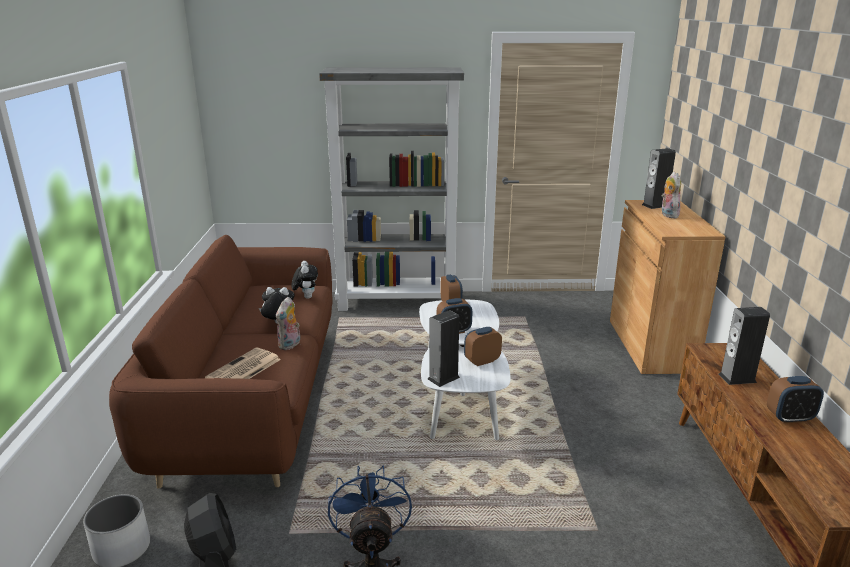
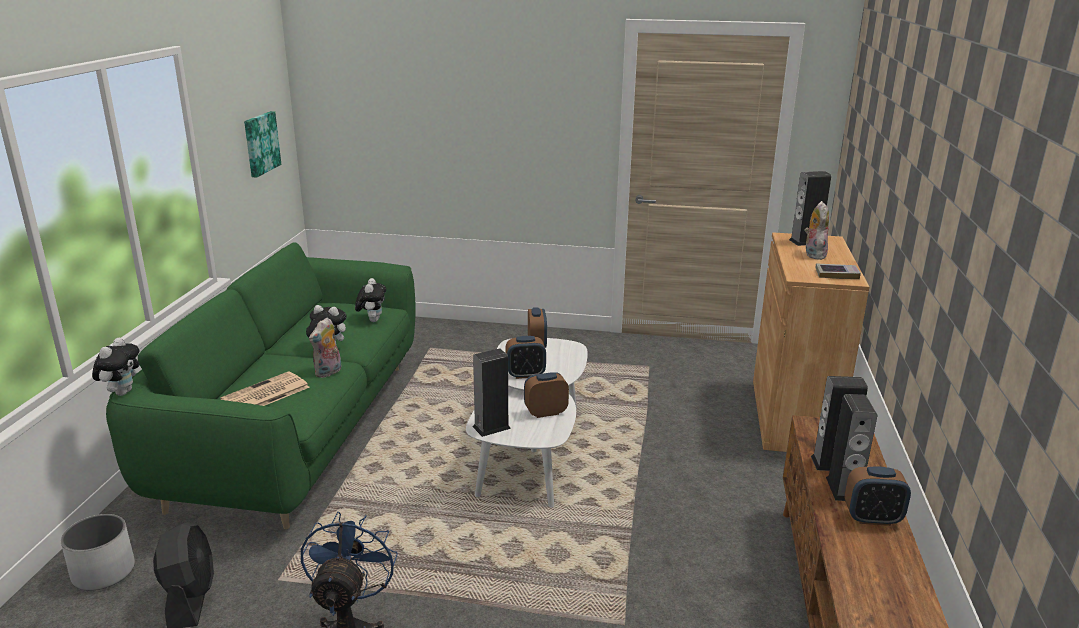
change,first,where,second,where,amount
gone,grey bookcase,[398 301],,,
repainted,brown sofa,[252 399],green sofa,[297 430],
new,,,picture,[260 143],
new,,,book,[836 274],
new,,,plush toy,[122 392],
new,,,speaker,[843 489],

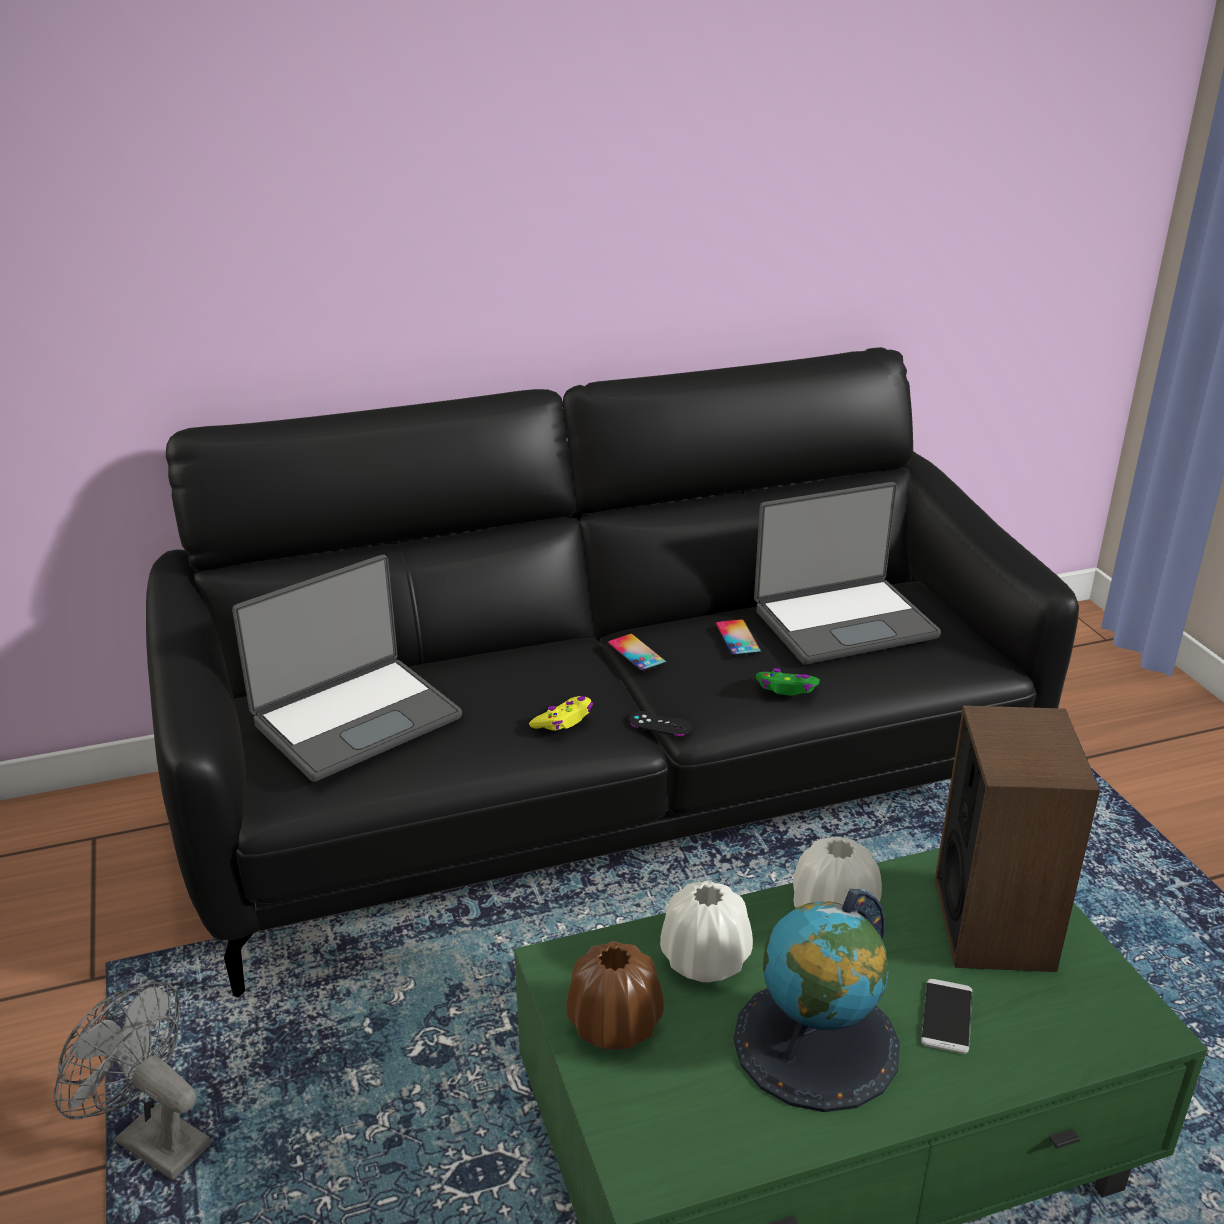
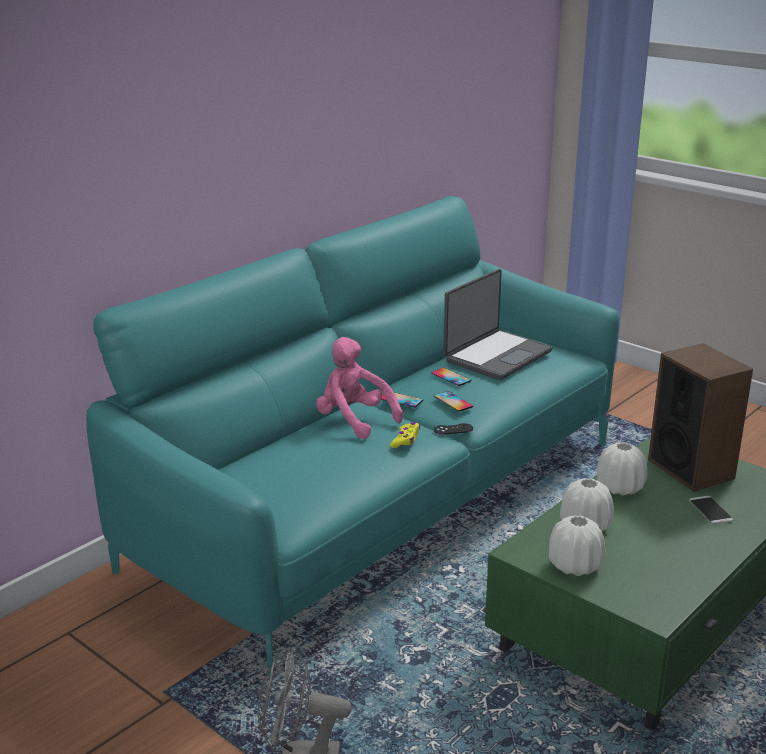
change,first,where,second,where,amount
repainted,black sofa,[613 793],turquoise sofa,[383 502],
gone,laptop,[355 719],,,
gone,green game controller,[787 688],,,
gone,globe,[816 1043],,,
repainted,brown vase,[614 1025],white vase,[574 566],
new,,,pink plush toy,[354 420],
new,,,phone,[453 401],

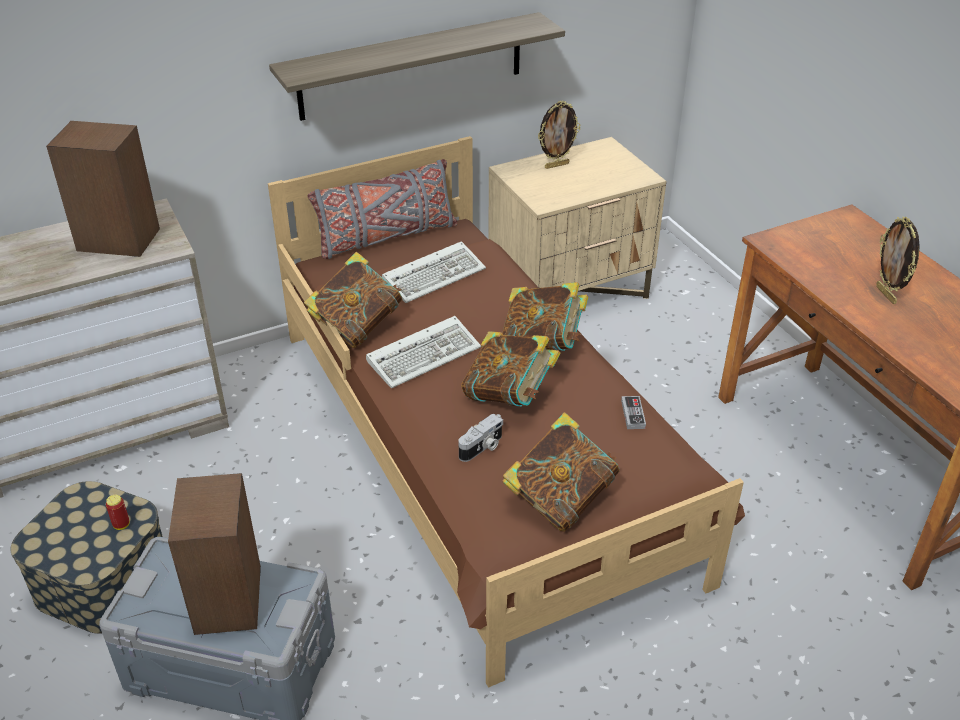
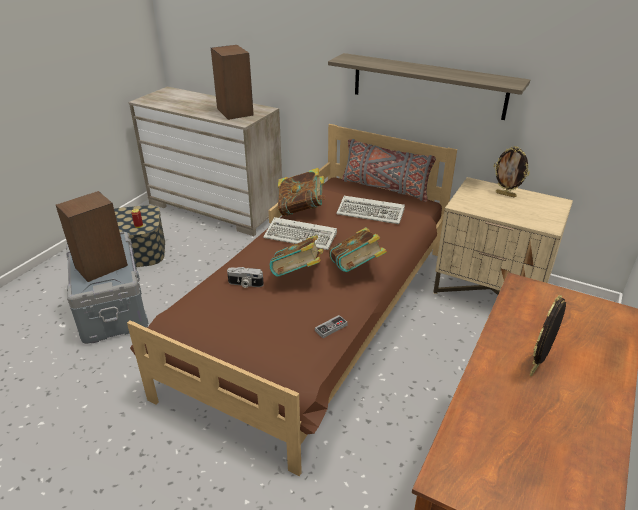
change,first,where,second,where,amount
gone,book,[559 499],,,

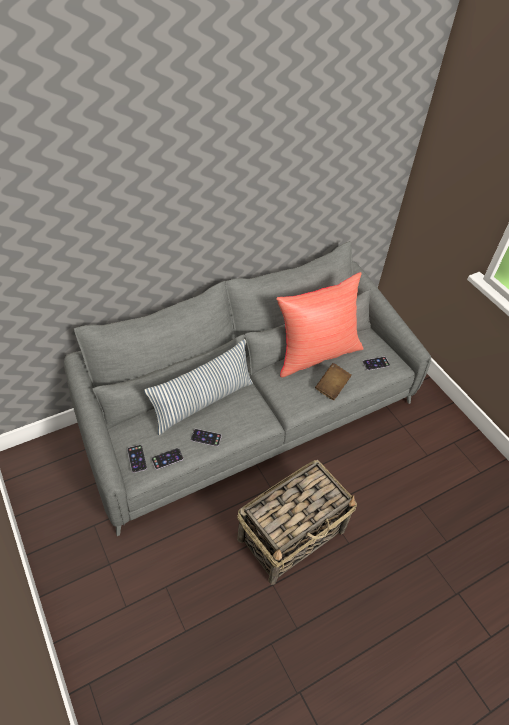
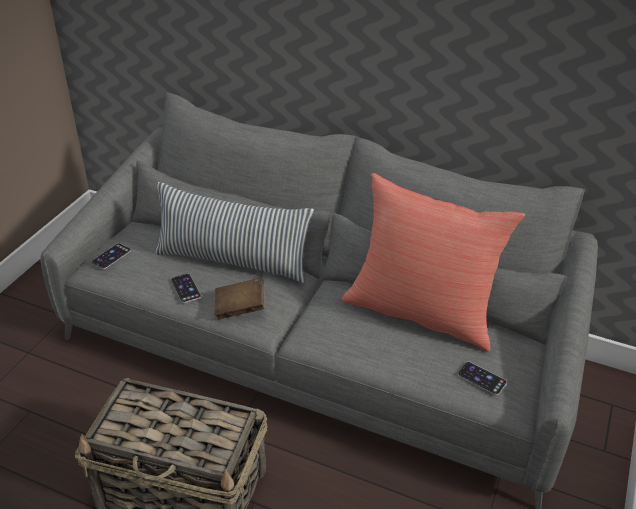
change,first,where,second,where,amount
shifted,brown book,[332 387],,[240 308],
gone,phone,[167 459],,,

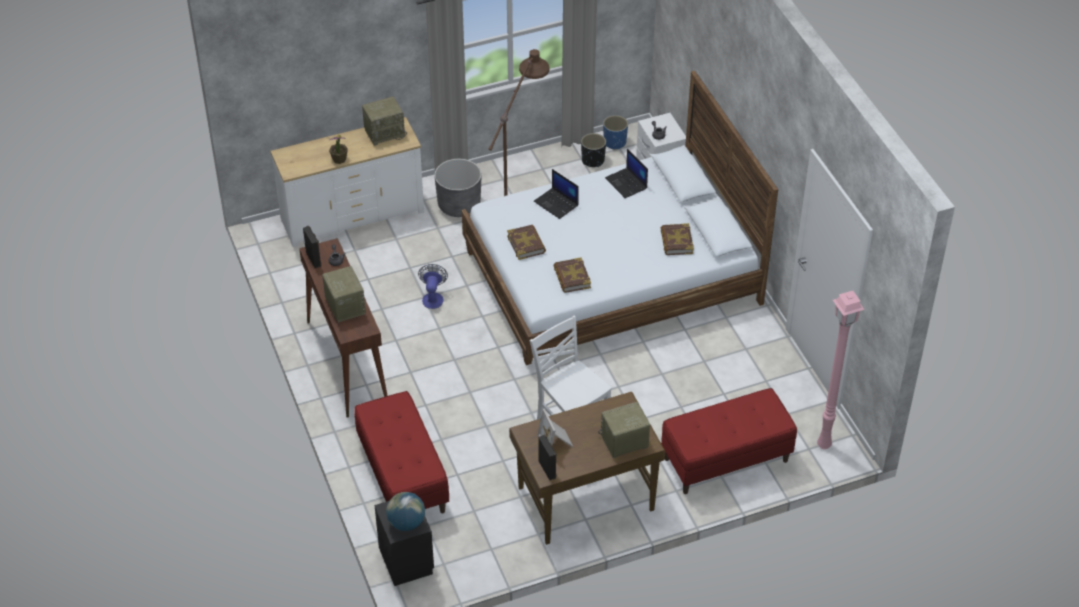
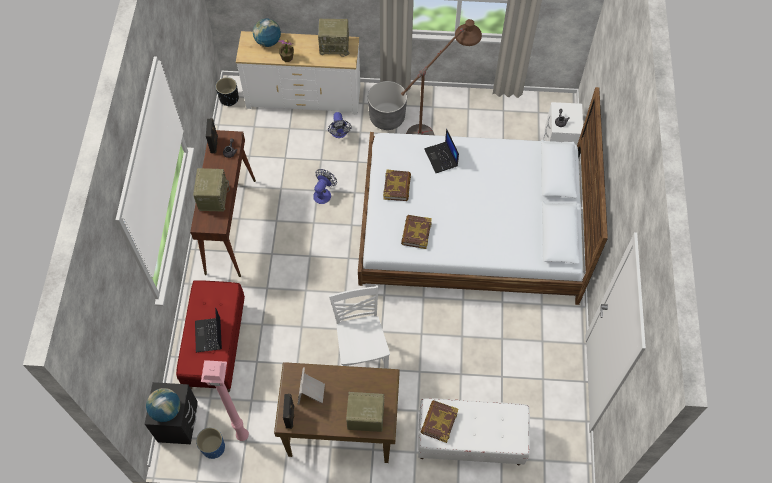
change,first,where,second,where,amount
shifted,blue planter,[614 142],,[213 447],
shifted,black planter,[593 160],,[229 99],
shifted,laptop,[627 183],,[209 335],
shifted,book,[676 242],,[439 422],
shifted,pink floor lamp,[823 445],,[241 436],
repainted,red bench,[726 460],white bench,[470 441],
new,,,globe,[268 42],
new,,,fan,[339 133],

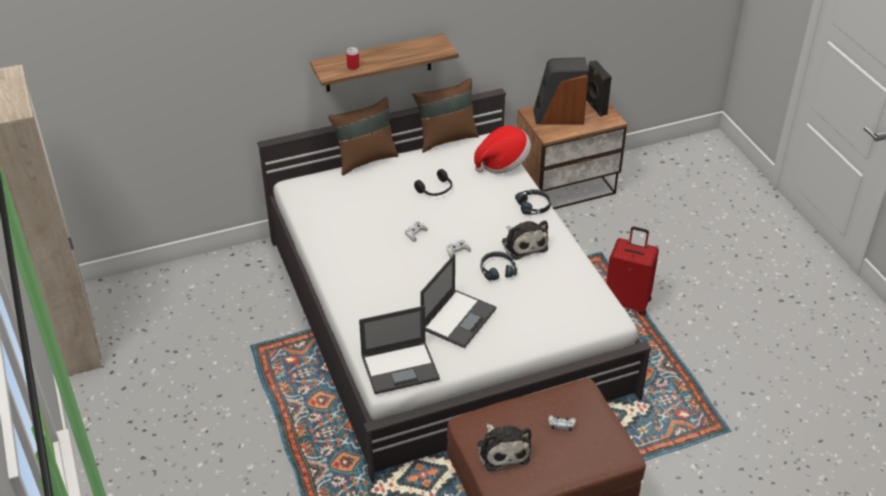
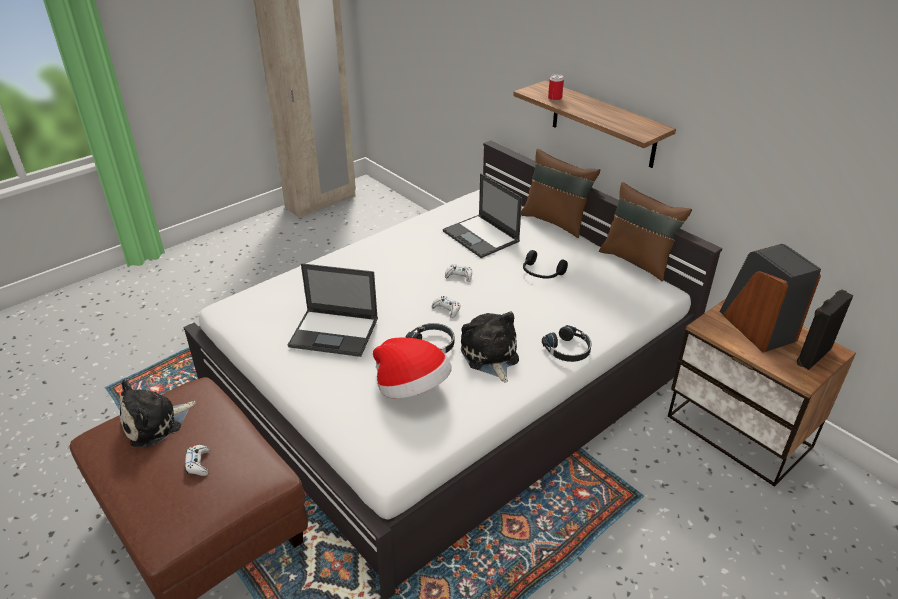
change,first,where,second,where,amount
shifted,hat,[502 163],,[412 389],
rotated,plush toy,[523 244],,[490 356],120 degrees clockwise
gone,red suitcase,[628 302],,,
shifted,laptop,[401 367],,[481 236],

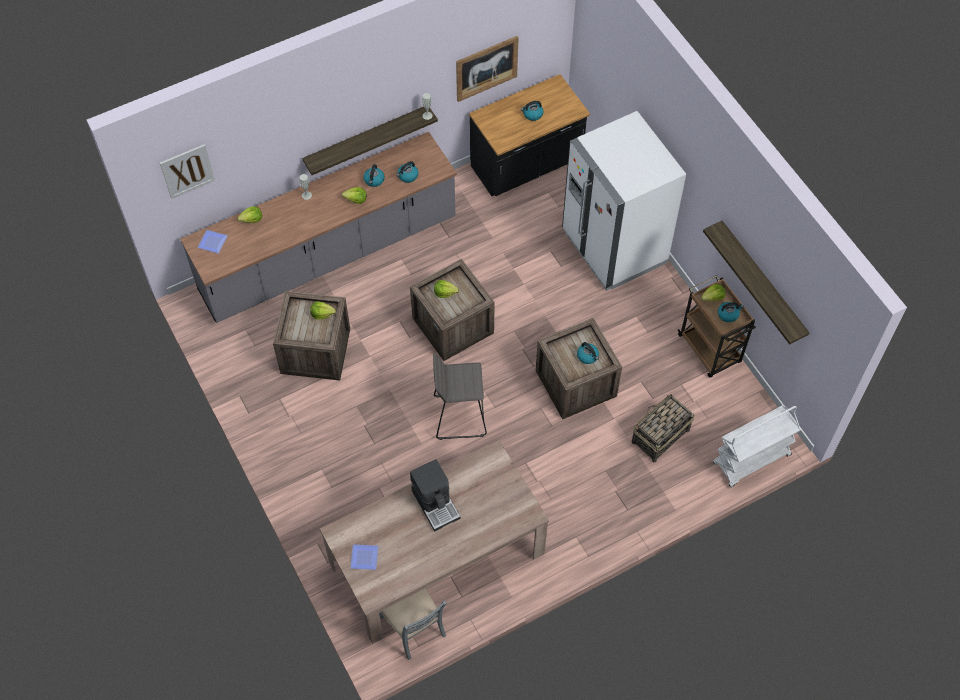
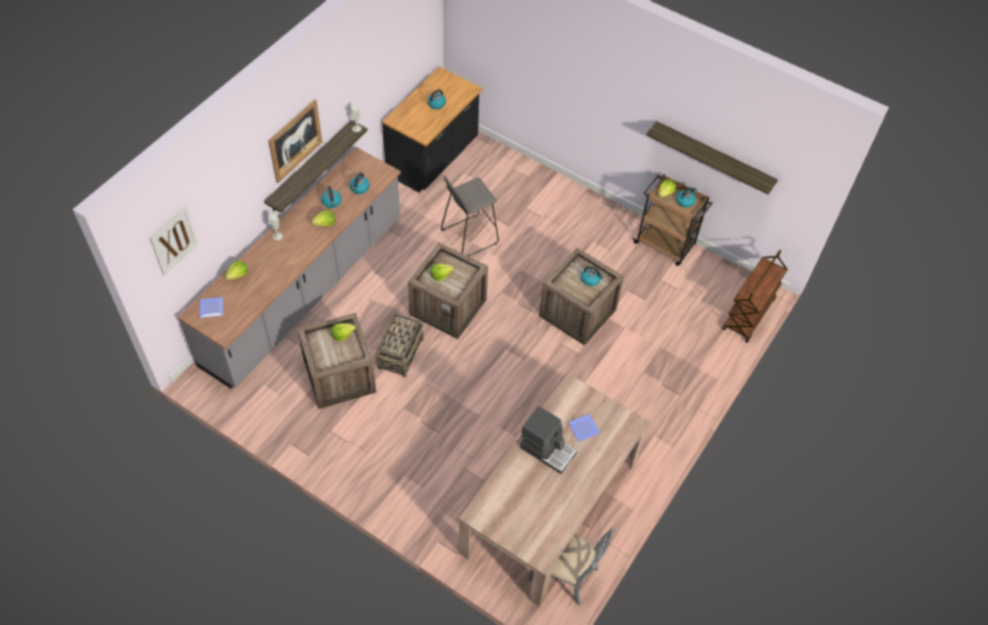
change,first,where,second,where,amount
shifted,picture,[486 68],,[295 140],
gone,white fridge,[614 247],,,
shifted,grey stool,[459 415],,[469 236],
shifted,basket,[659 436],,[400 354],
repainted,white cart,[751 460],brown cart,[748 315],
shifted,plate,[363 558],,[583 429],

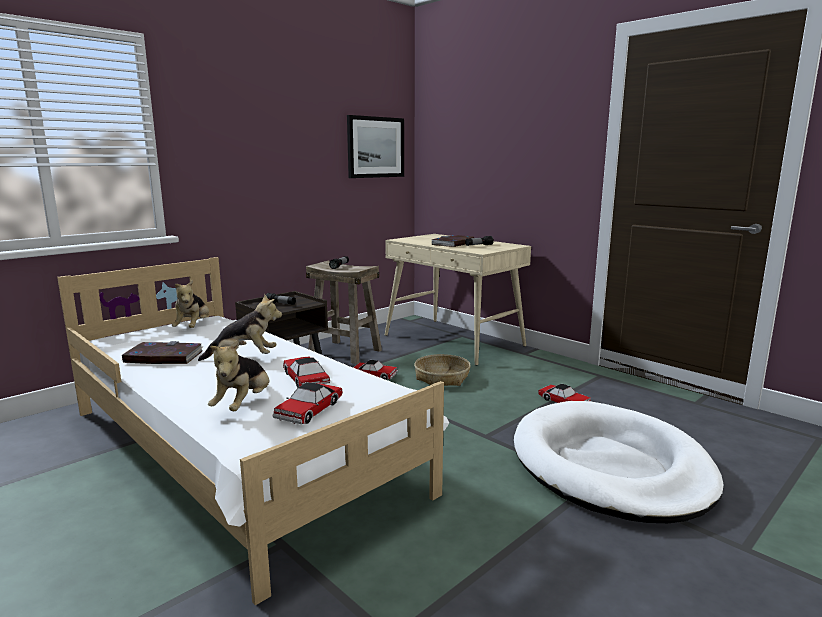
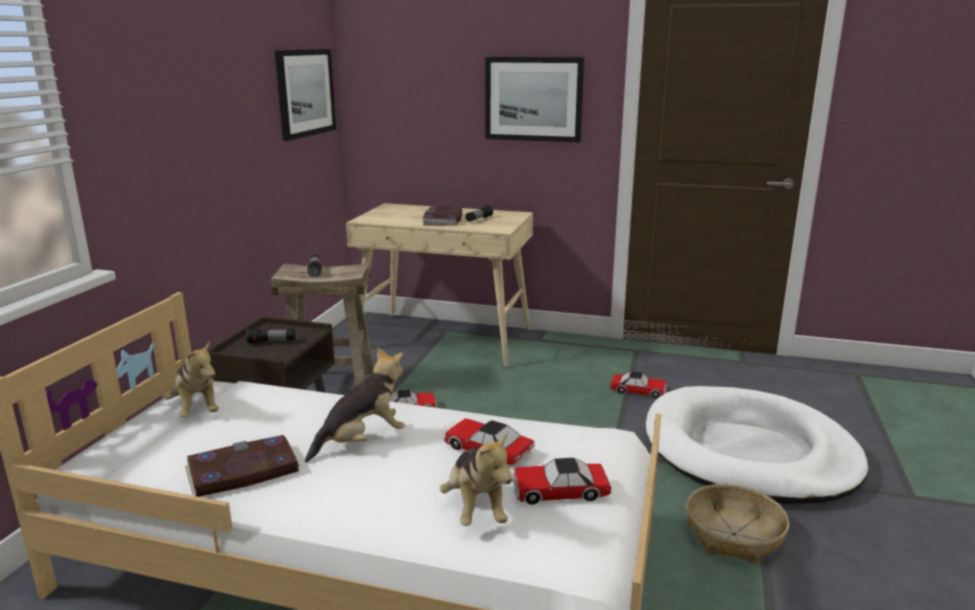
change,first,where,second,where,amount
shifted,basket,[442 378],,[734 534],
rotated,toy car,[309 410],,[559 491],90 degrees clockwise
new,,,picture,[533 99],

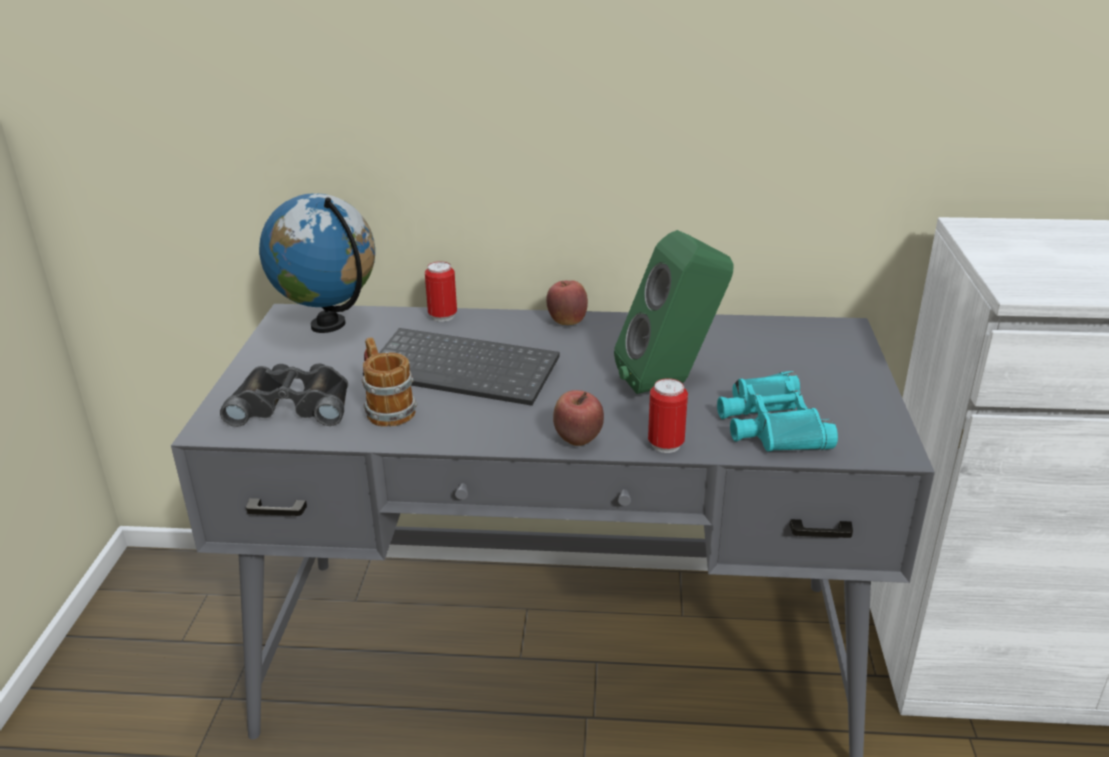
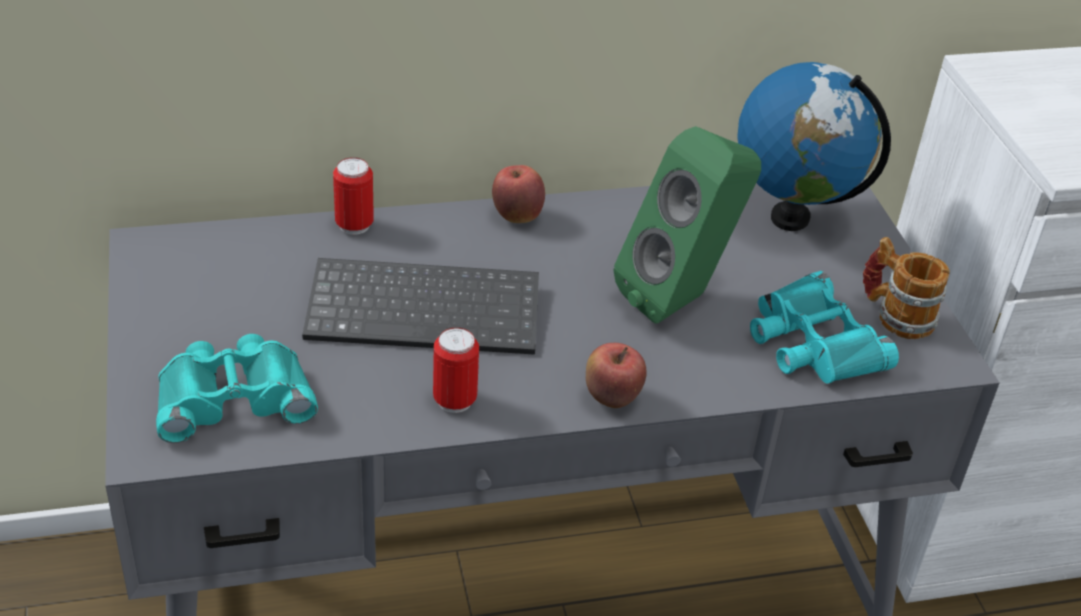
change,first,where,second,where,amount
shifted,globe,[329 325],,[790 217],
shifted,mug,[386 409],,[895 315],
repainted,black binoculars,[292 404],turquoise binoculars,[233 396],
shifted,can,[666 445],,[454 401],

